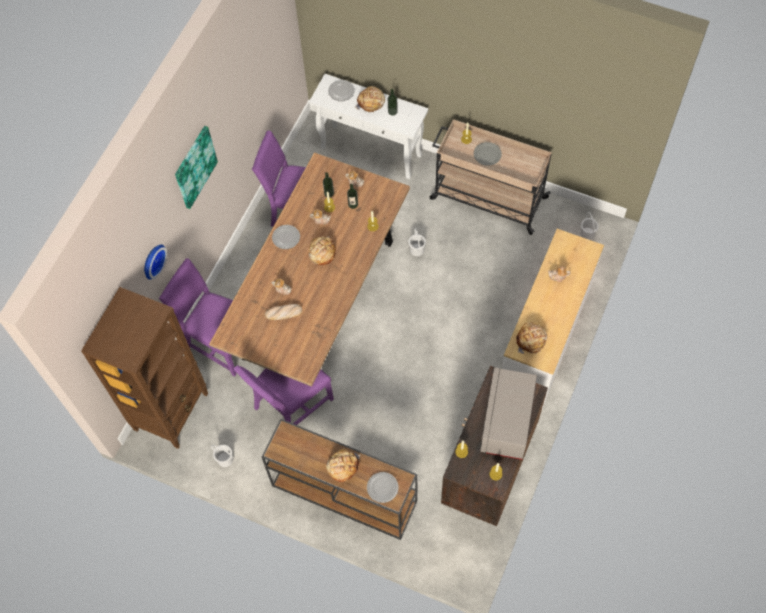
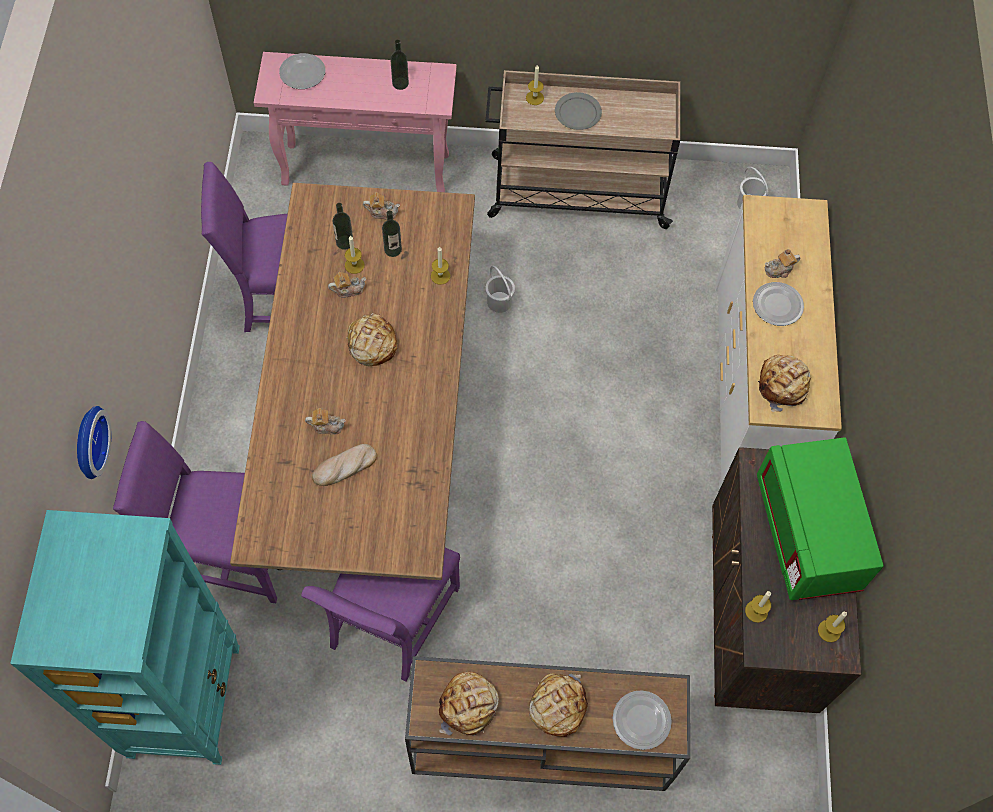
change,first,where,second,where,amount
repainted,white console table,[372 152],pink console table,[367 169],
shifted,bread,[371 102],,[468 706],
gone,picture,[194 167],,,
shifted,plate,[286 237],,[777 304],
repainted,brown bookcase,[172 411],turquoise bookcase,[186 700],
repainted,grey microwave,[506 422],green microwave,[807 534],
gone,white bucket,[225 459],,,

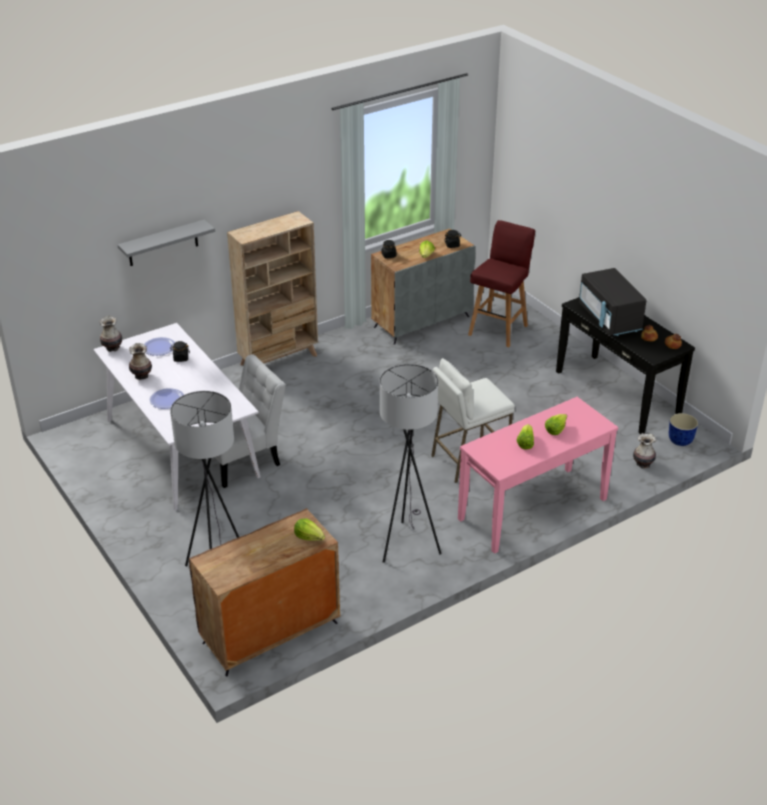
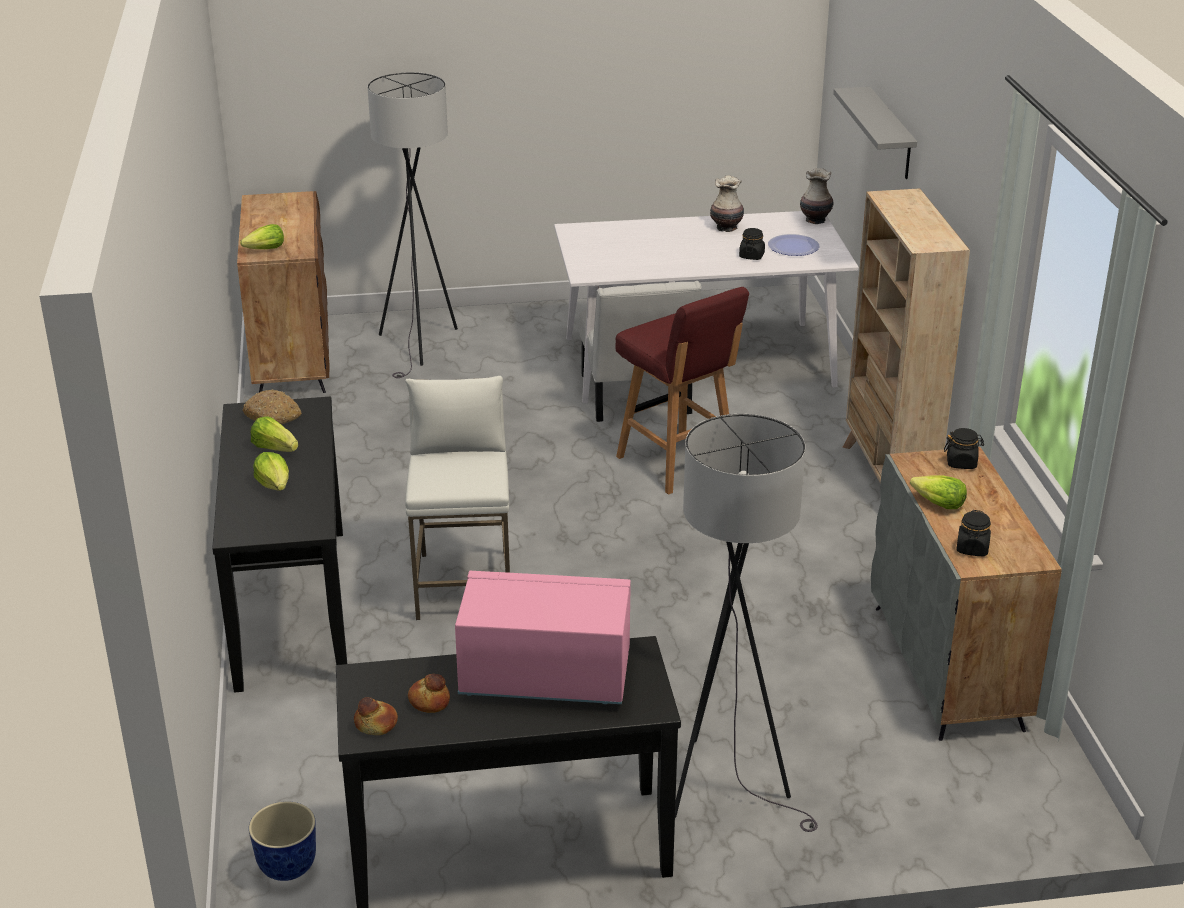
change,first,where,second,where,amount
shifted,red stool,[499 329],,[677 464],
repainted,black microwave,[609 319],pink microwave,[544 676],
shifted,grey floor lamp,[407 542],,[729 785],
gone,plate,[167 399],,,
repainted,pink console table,[533 509],black console table,[290 606],
gone,vase,[643 464],,,
new,,,bread,[273 416],

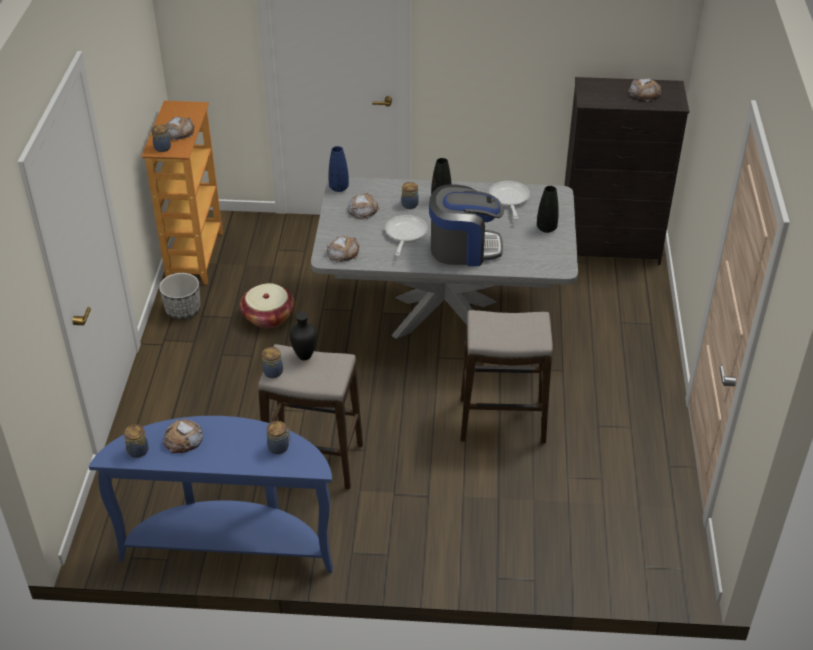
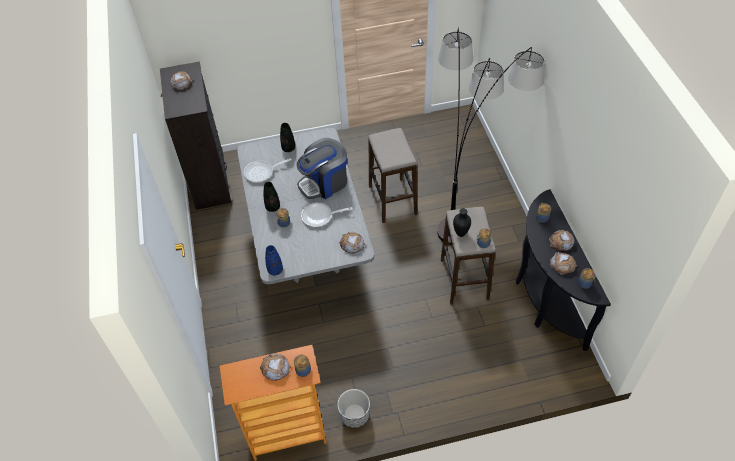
change,first,where,second,where,amount
rotated,coffee machine,[464 248],,[324 183],105 degrees counterclockwise
shifted,bread,[363 209],,[561 242],
gone,basket,[268 316],,,
repainted,blue console table,[230 544],black console table,[544 299],
new,,,floor lamp,[467 204],

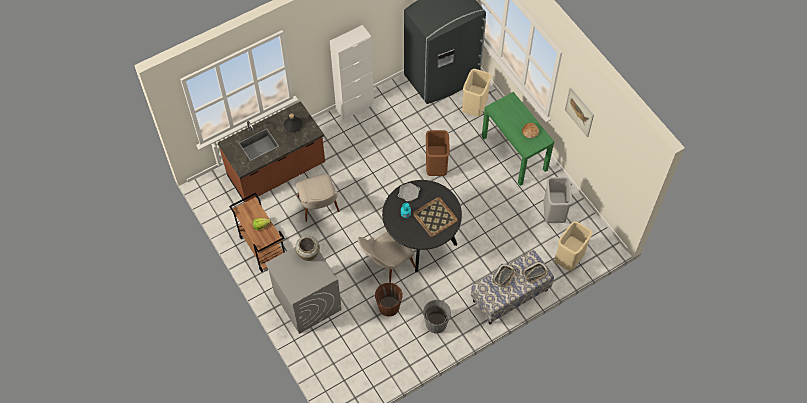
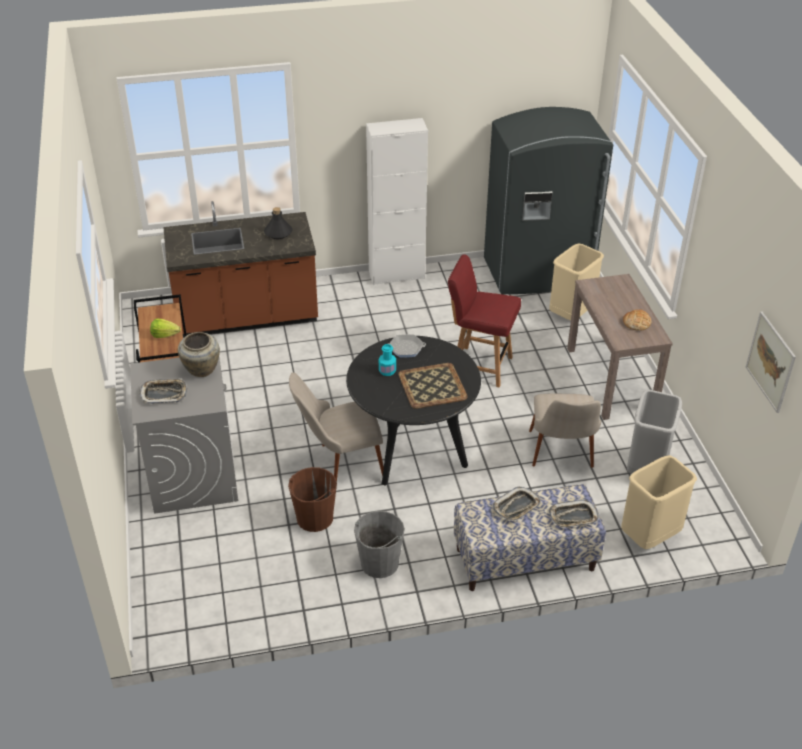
change,first,where,second,where,amount
shifted,picture,[579 112],,[770 362],
repainted,green console table,[514 153],brown console table,[611 379],
swapped,brown trash can,[436 167],red chair,[480 366],
shifted,beige chair,[320 210],,[561 458],
new,,,tray,[164 394],

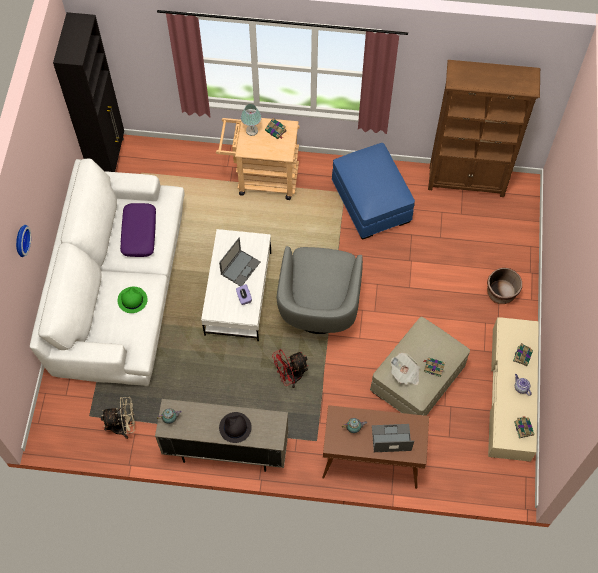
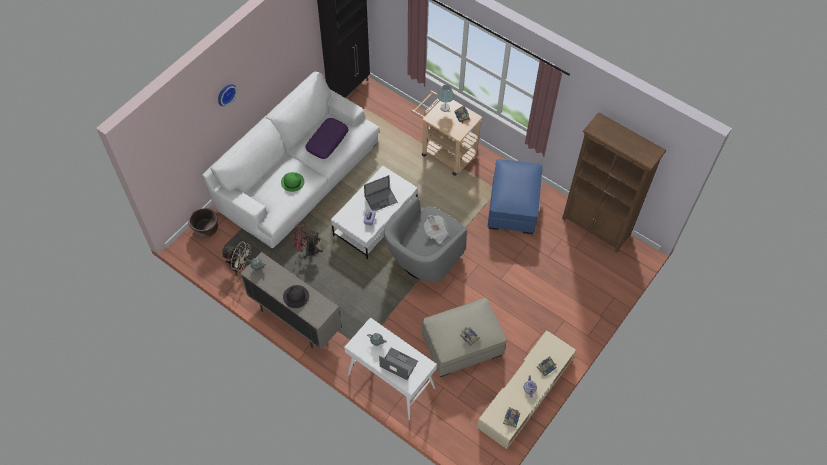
change,first,where,second,where,amount
shifted,brown planter,[501 293],,[206 229],
shifted,red fan,[290 376],,[307 250],
shifted,newspaper,[405 373],,[436 232],
repainted,brown console table,[371 459],white console table,[390 381],

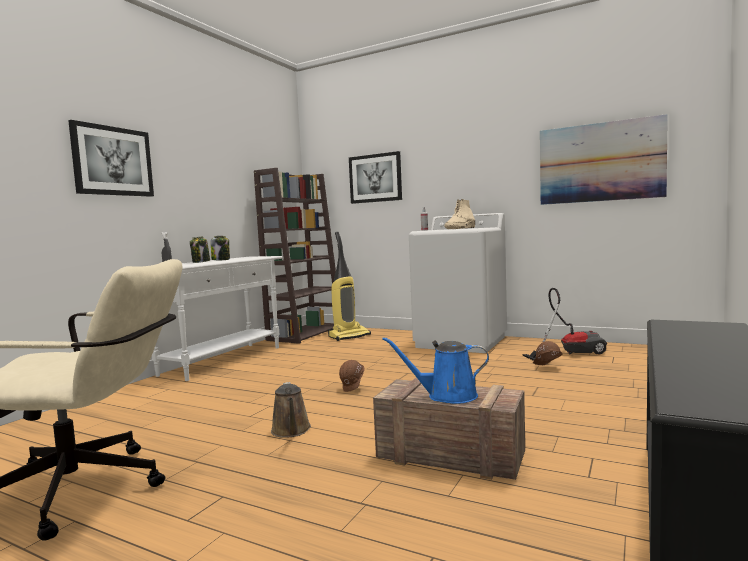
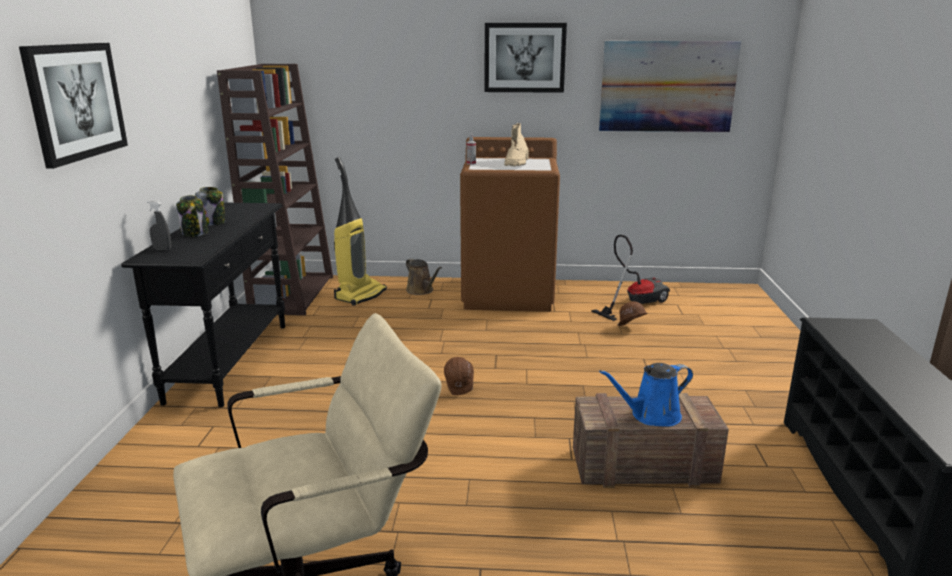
change,first,where,second,where,amount
shifted,picture,[375 178],,[524 57],
repainted,white washing machine,[461 342],brown washing machine,[509 294],
repainted,white console table,[223 361],black console table,[230 361],
shifted,brown watering can,[291 431],,[421 291],

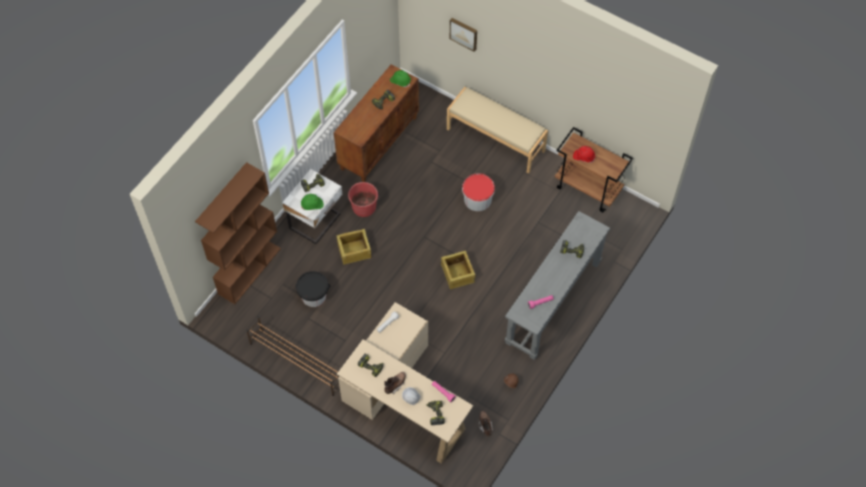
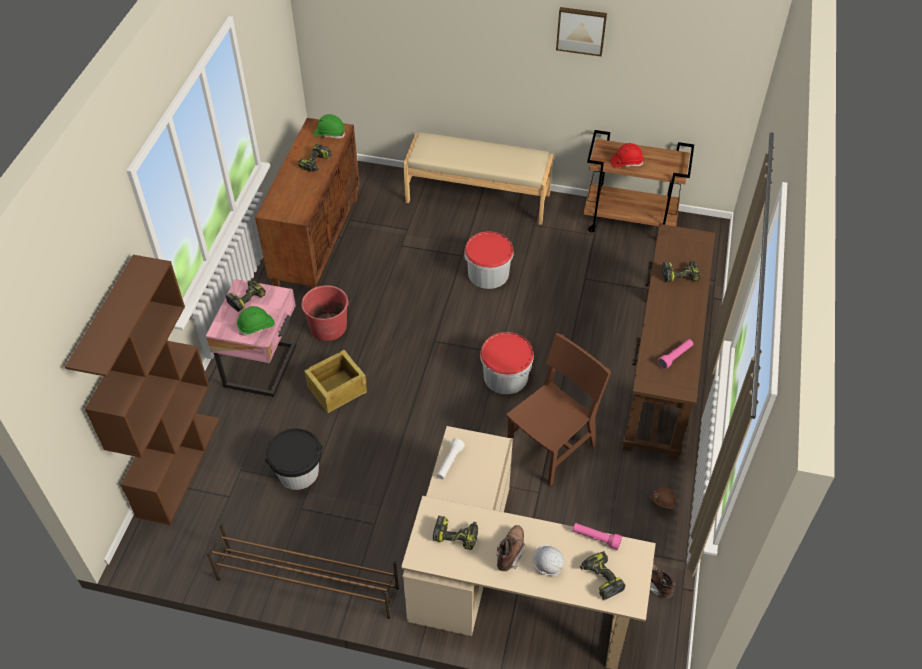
change,first,where,second,where,amount
shifted,picture,[464 33],,[581 30],
repainted,white nightstand,[316 222],pink nightstand,[263 366],
repainted,grey console table,[553 302],brown console table,[660 373],
swapped,crate,[457 274],bucket,[505 376],
new,,,brown chair,[551 448],

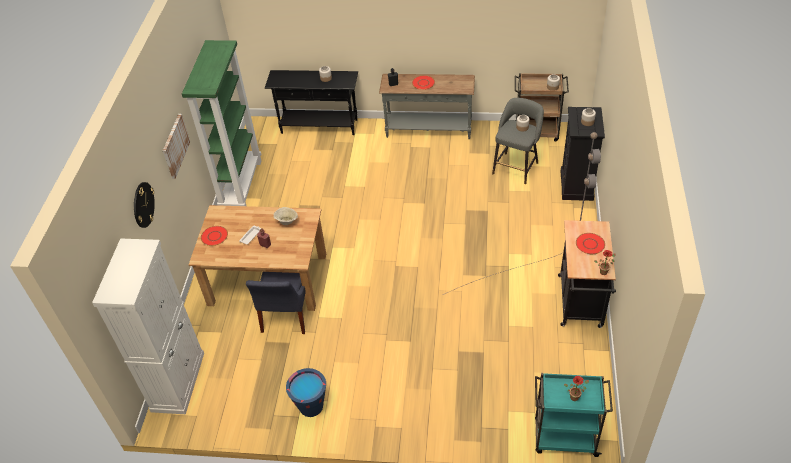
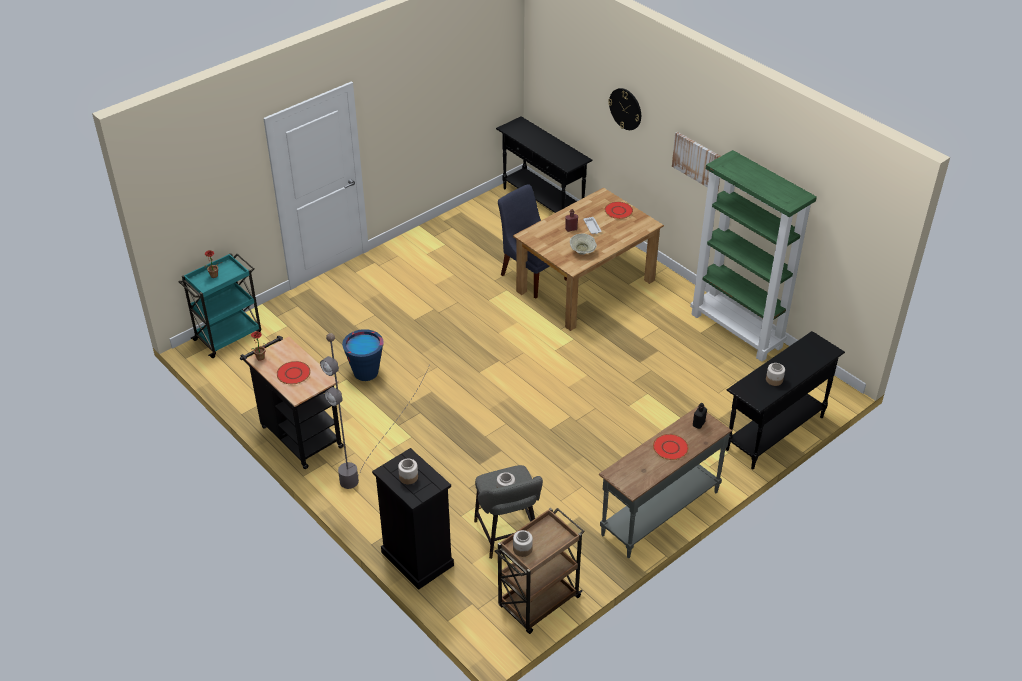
change,first,where,second,where,amount
swapped,white cabinet,[178 381],black console table,[542 202],
shifted,blue bucket,[311 406],,[366 372],

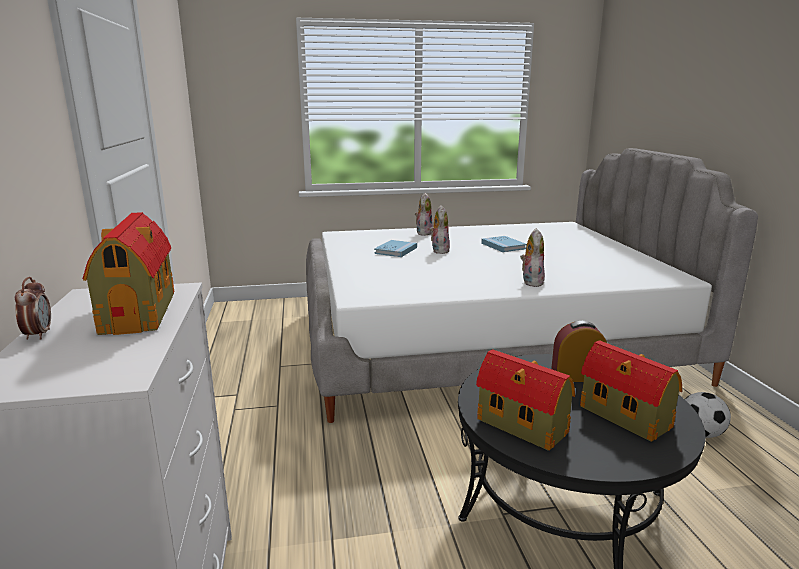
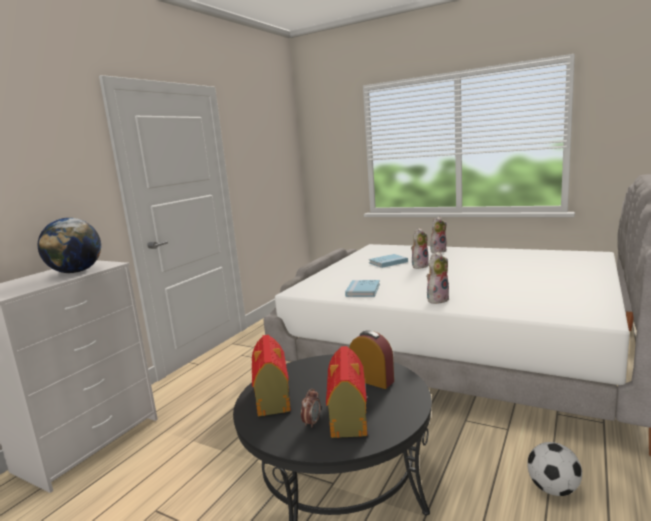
change,first,where,second,where,amount
swapped,toy house,[140 311],globe,[76 272],
shifted,blue book,[503 246],,[363 290],
shifted,alarm clock,[38 335],,[312 423],

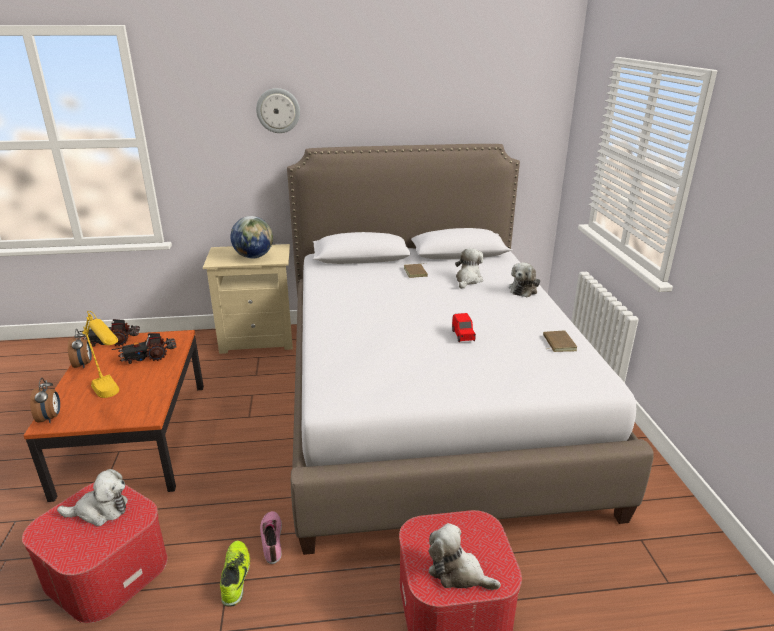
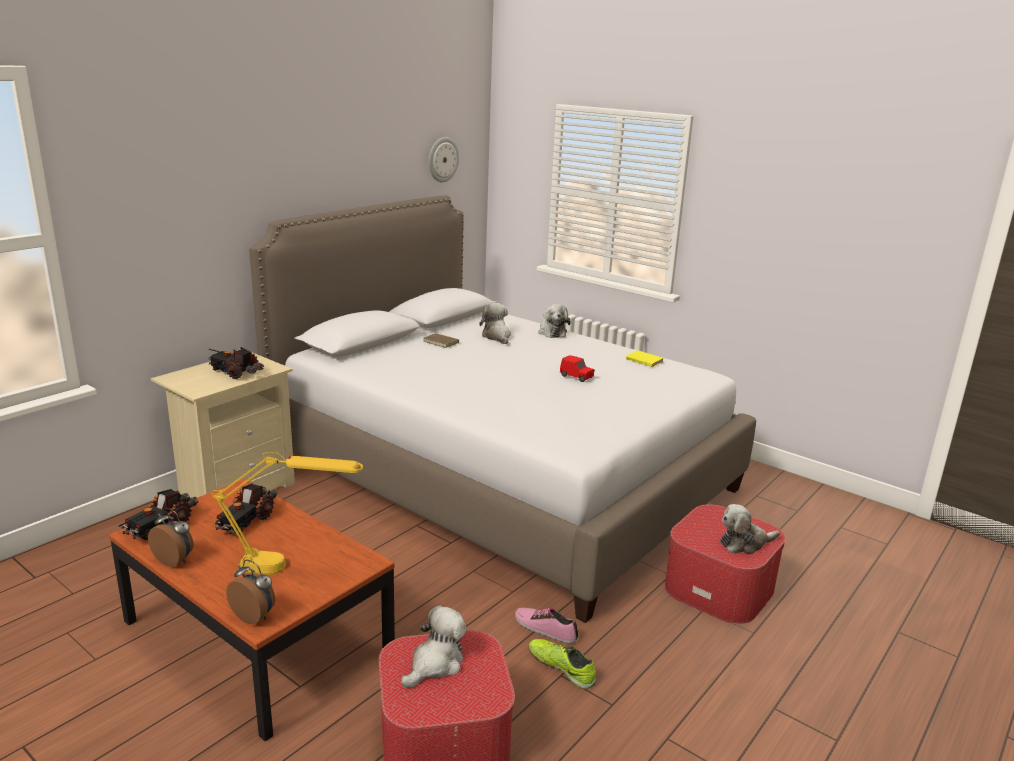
change,first,where,second,where,amount
shifted,wall clock,[278 110],,[442 159],
swapped,globe,[254 257],toy truck,[236 373],
repainted,brown book,[558 343],yellow book,[643 361],

